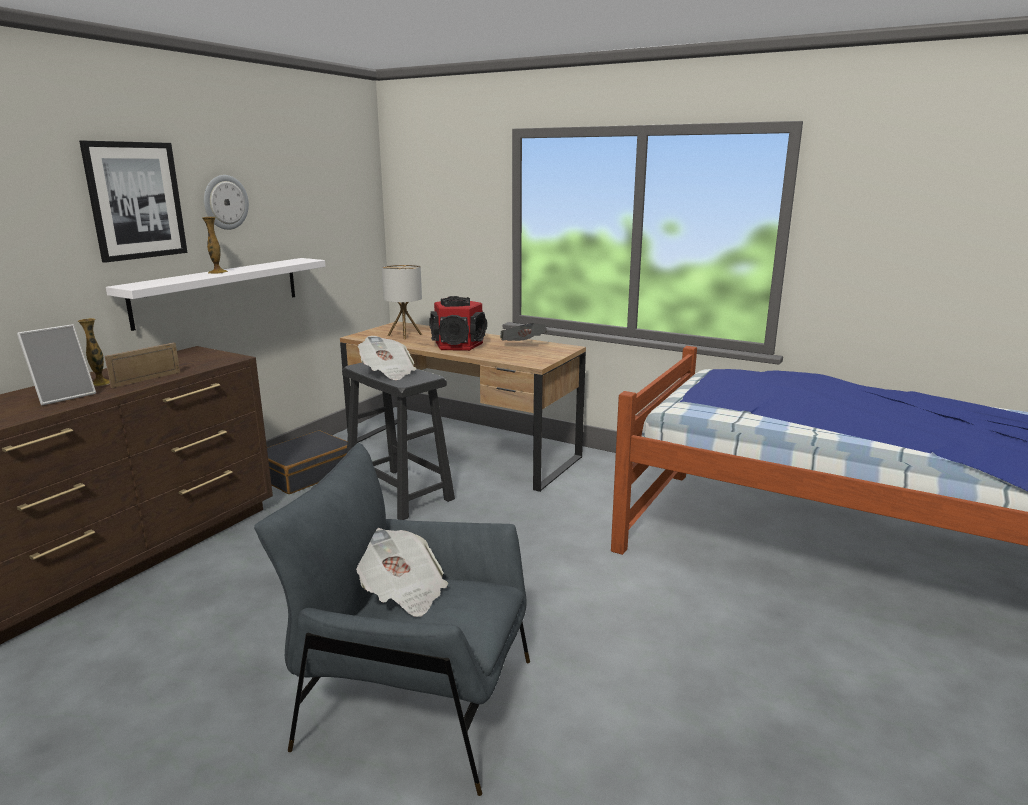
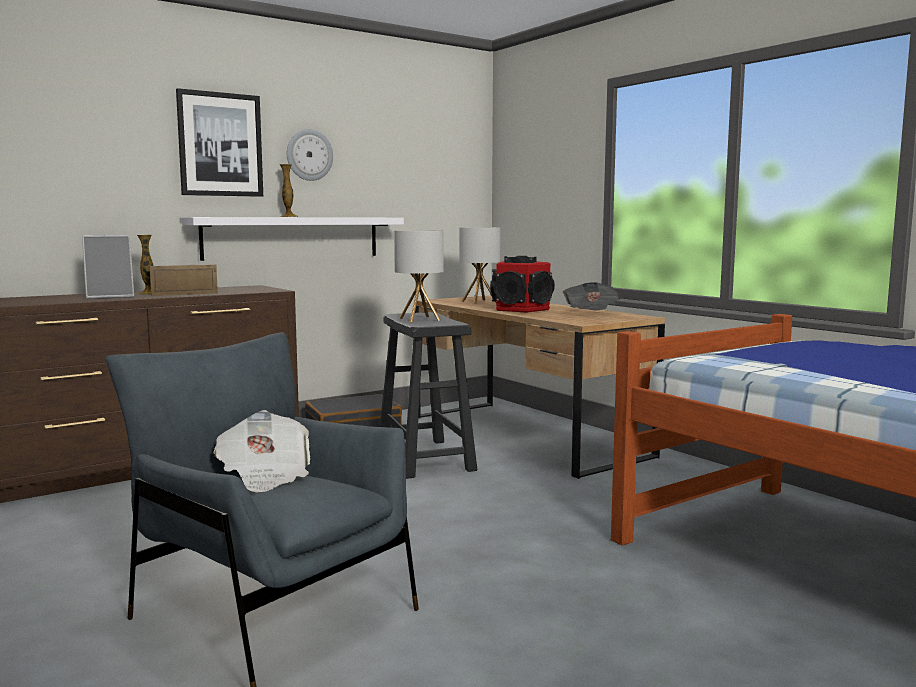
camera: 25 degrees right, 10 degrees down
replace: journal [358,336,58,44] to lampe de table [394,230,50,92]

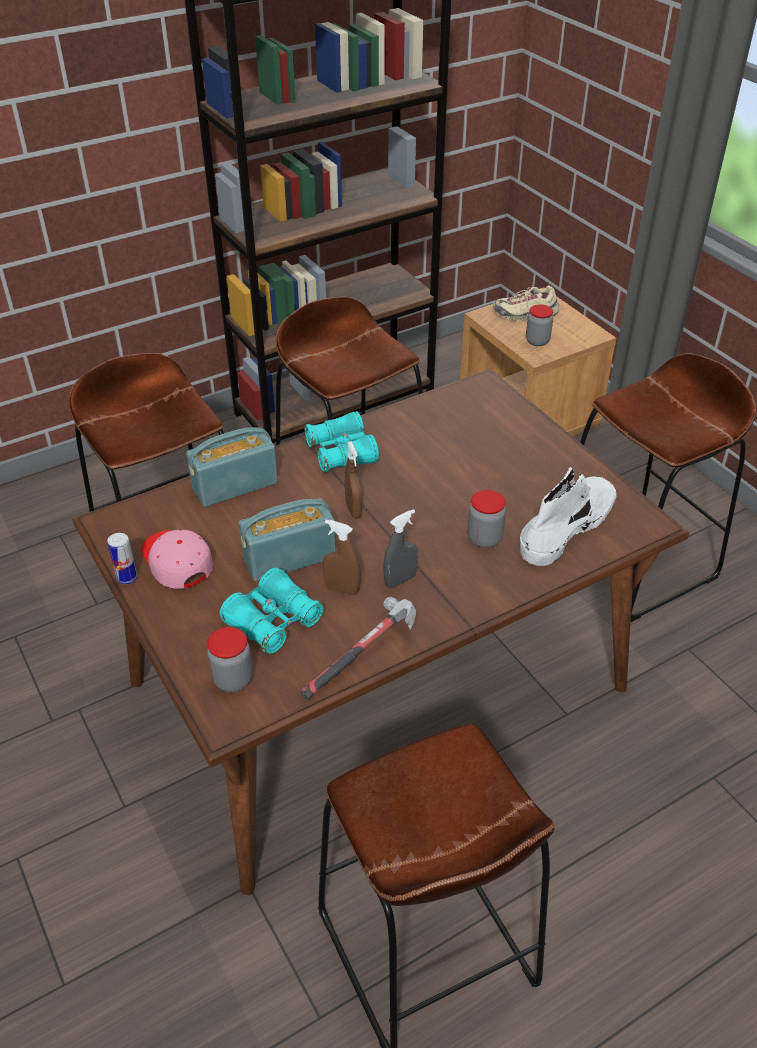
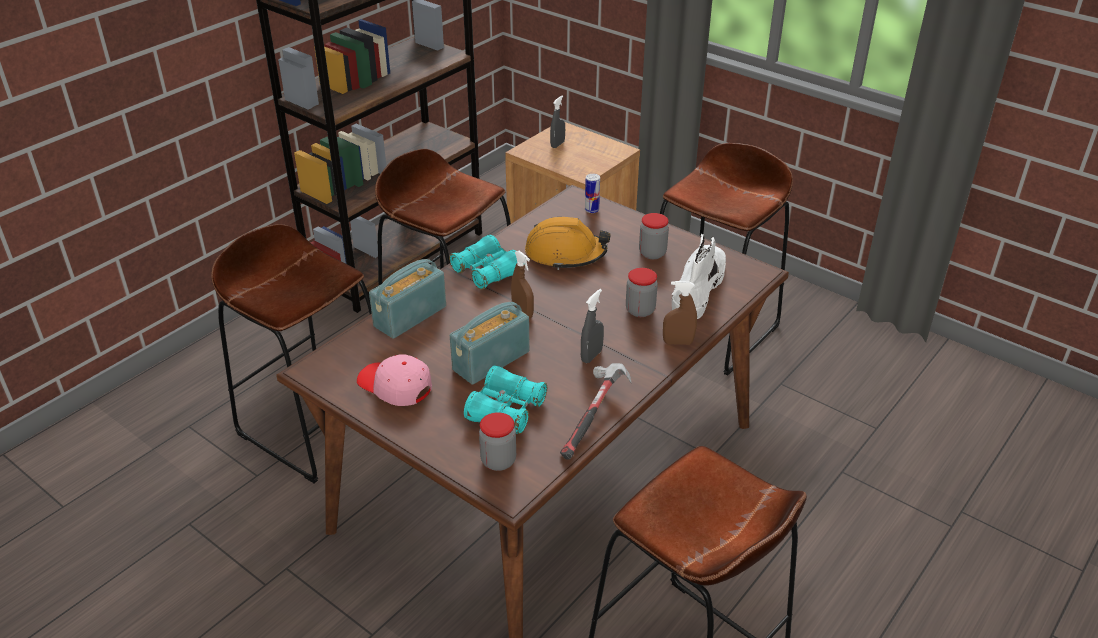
camera: 20 degrees left, 5 degrees down
insert: casque de chantier [orange] [525,217,86,53]
move: boîte métallique [107,533,30,51] to [585,174,15,39]; bocal [526,304,27,42] to [639,213,30,46]; vaporisateur [marron] [323,520,38,75] to [663,281,34,64]
replace: chaussure [beige] [493,285,67,36] to vaporisateur [gris] [550,96,15,52]

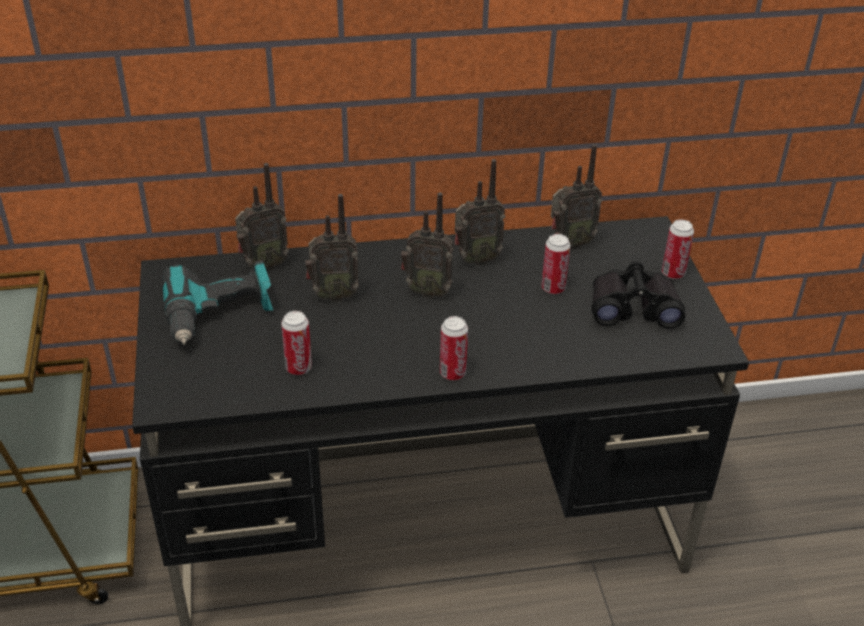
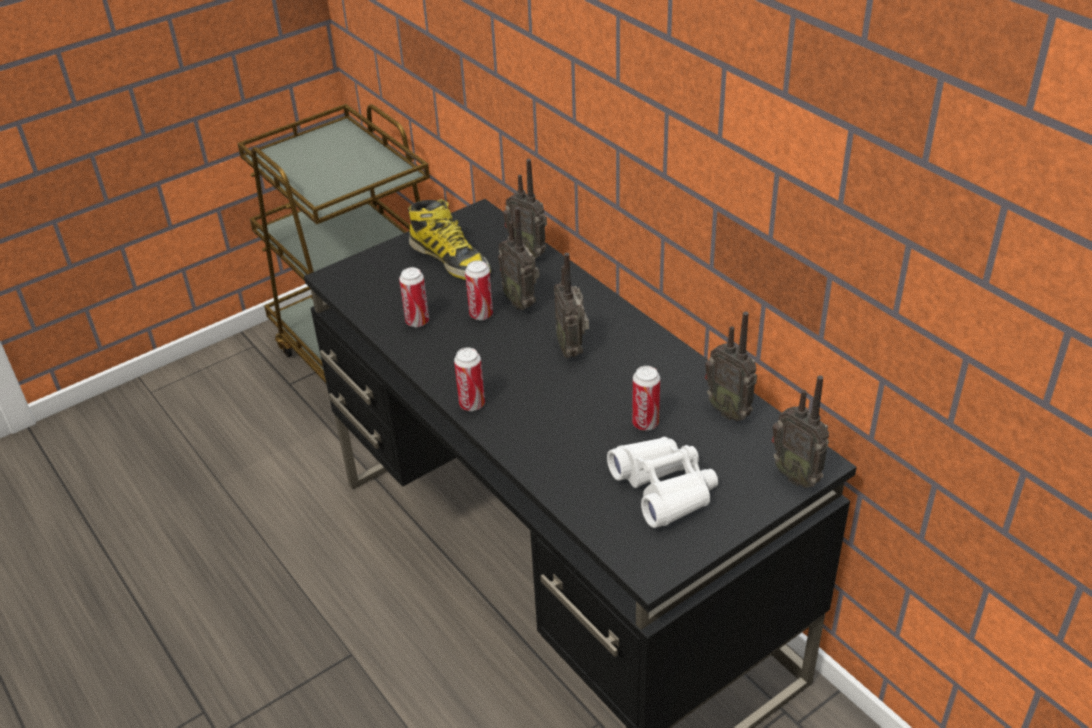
camera: 65 degrees right, 0 degrees up
move: boîte métallique [662,219,32,60] to [465,260,28,60]; radio [454,159,51,107] to [771,375,58,113]
replace: perceuse [161,260,112,85] to botte [408,199,83,81]
recolor: jumelles [noir] [592,261,93,68] to jumelles [blanc] [607,437,111,91]

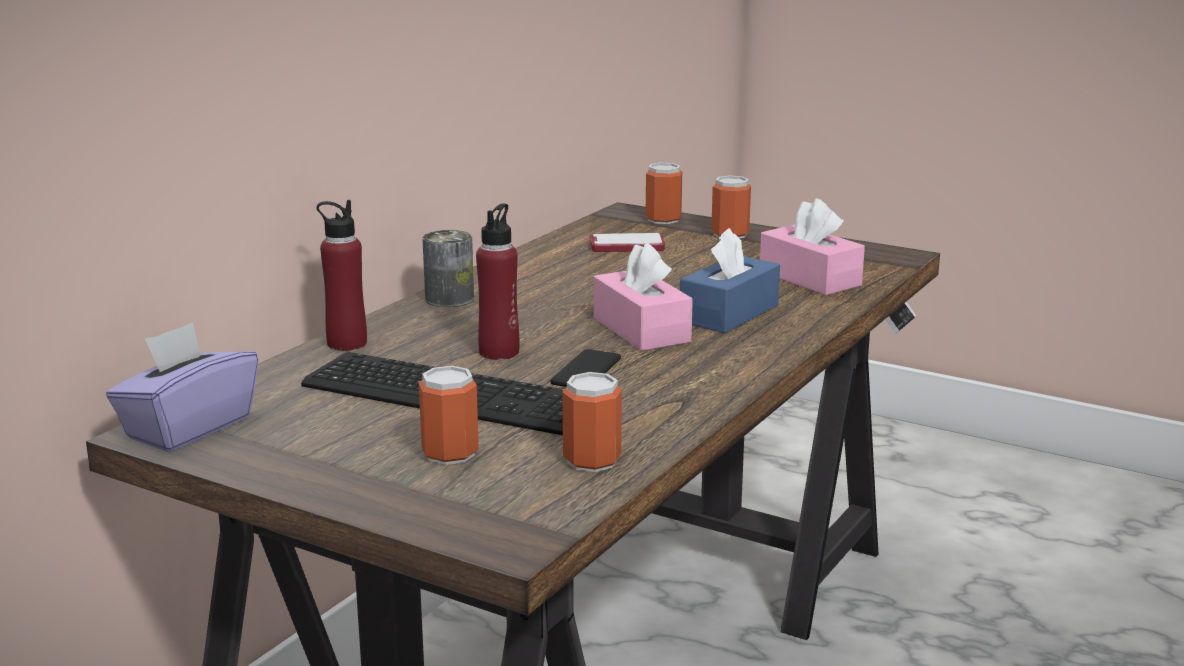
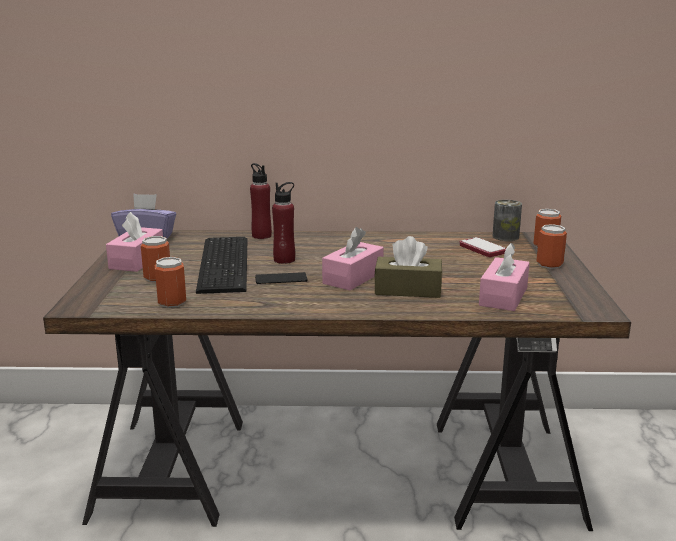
camera: 60 degrees right, 0 degrees up
insert: boîte à mouchoirs [rose] [106,212,57,60]
move: boîte métallique [422,230,52,77] to [492,200,30,41]
recolor: boîte à mouchoirs [bleu] [680,228,100,105] to boîte à mouchoirs [marron] [374,236,68,62]

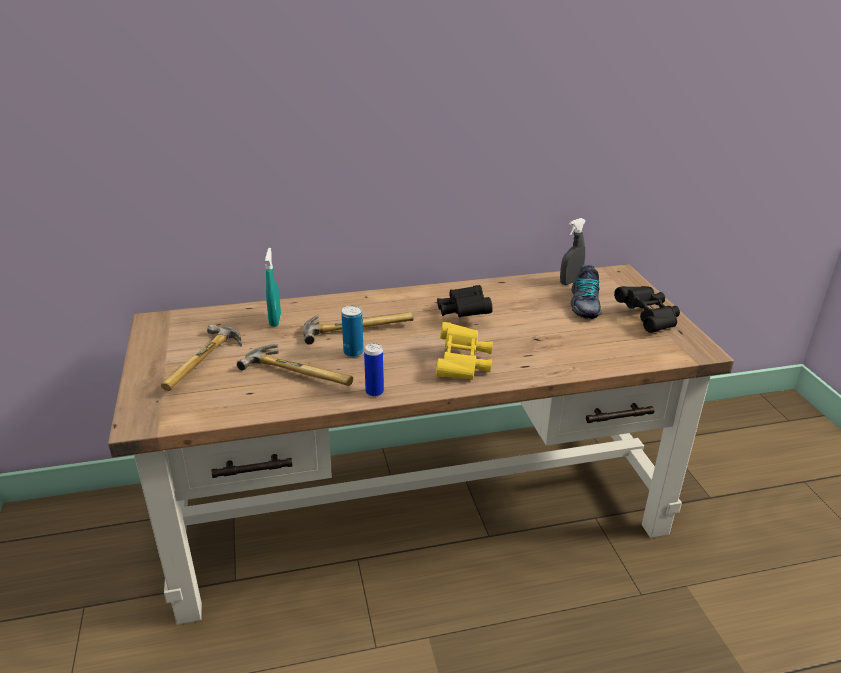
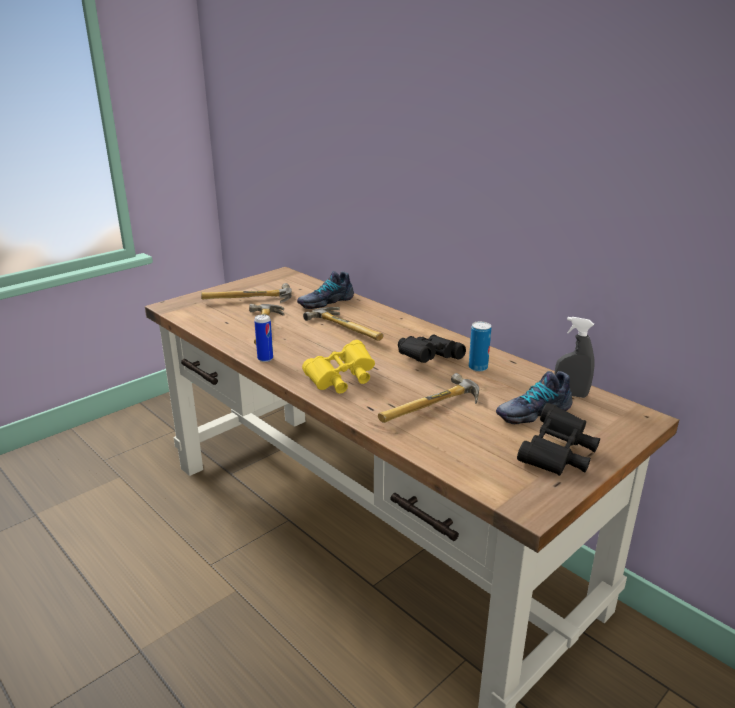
camera: 60 degrees right, 5 degrees down
insert: marteau [378,373,101,50]
move: boîte métallique [341,305,23,52] to [469,321,22,51]
replace: vaporisateur [turquoise] [265,248,16,79] to chaussure [297,271,57,38]

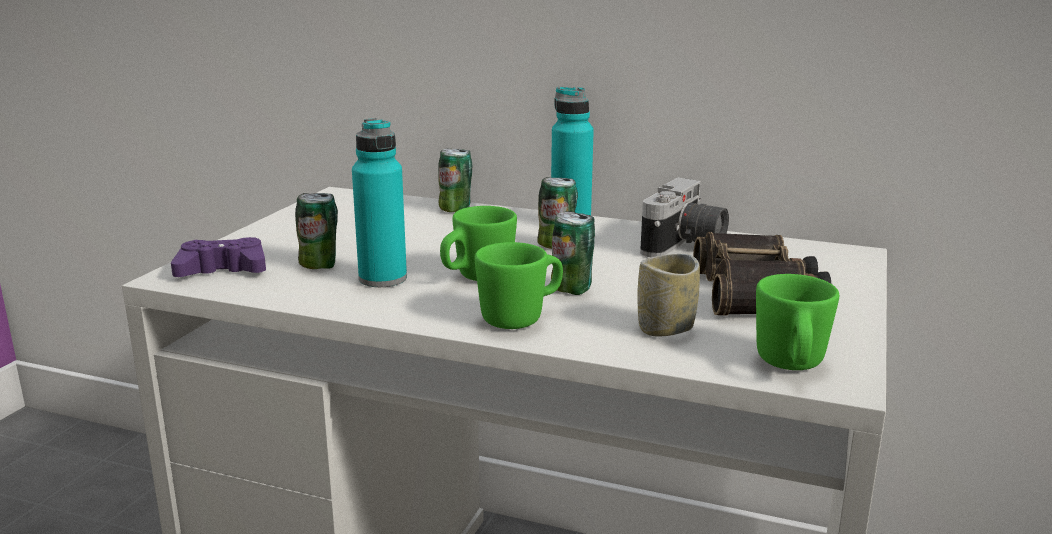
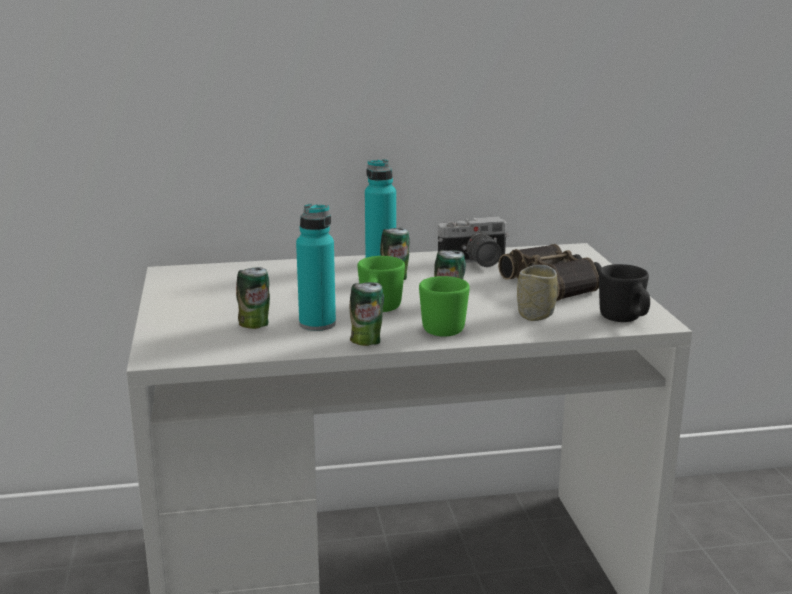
camera: 30 degrees left, 0 degrees up
delete: manette [violet] [171,237,95,40]
move: boîte métallique [438,148,34,64] to [350,282,34,64]
recolor: mug [vert] [756,274,83,96] to mug [noir] [599,264,51,58]
rotate: appareil photo [640,177,89,81] = [438,217,71,50] 75 degrees clockwise

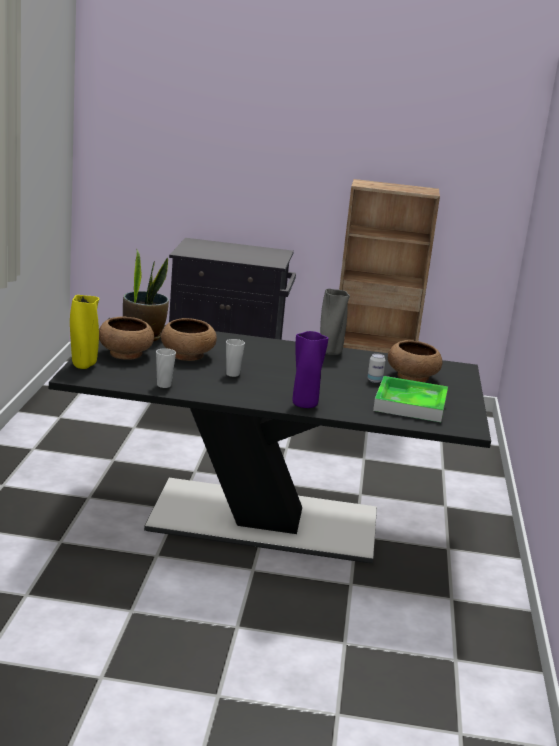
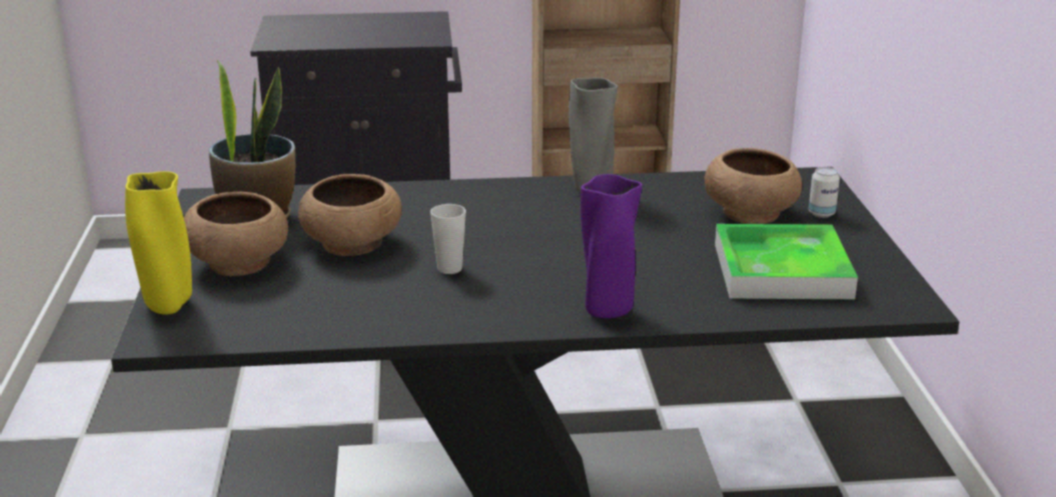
camera: 10 degrees left, 5 degrees up
delete: tasse [156,348,20,40]
move: boîte métallique [367,353,19,30] to [809,167,31,51]

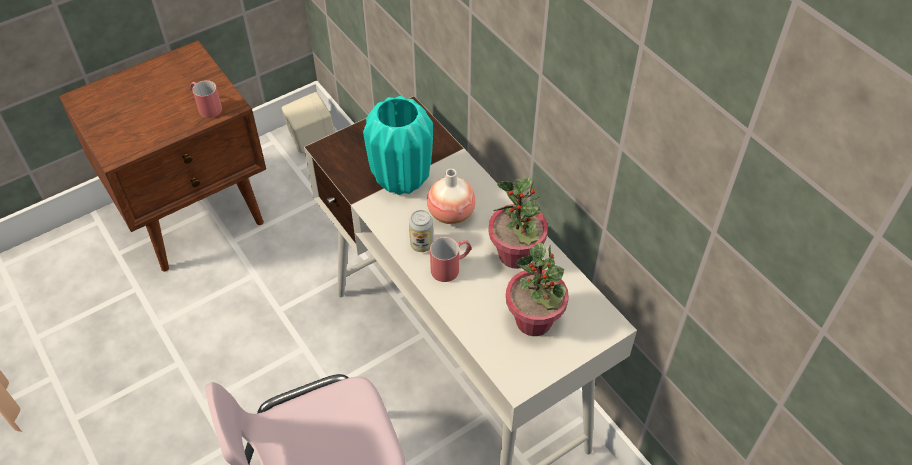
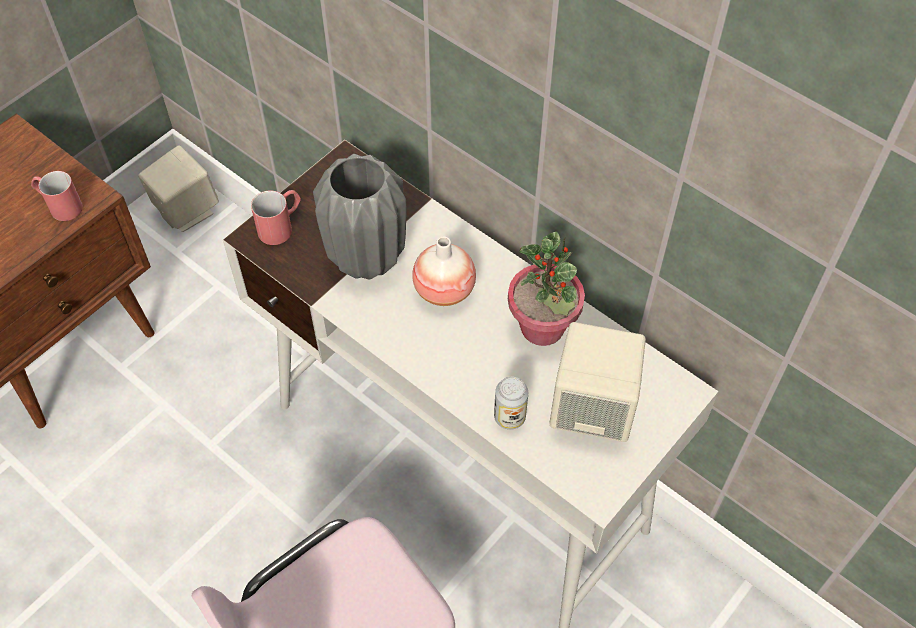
camera: 15 degrees left, 5 degrees up
move: mug [rouge] [430,237,42,45] to [251,190,50,55]; boîte métallique [409,210,25,42] to [494,376,34,54]
replace: plante en pot [506,242,63,94] to enceinte [beige] [549,322,97,120]
recolor: vase [turquoise] [363,96,70,99] to vase [gris] [313,154,94,126]

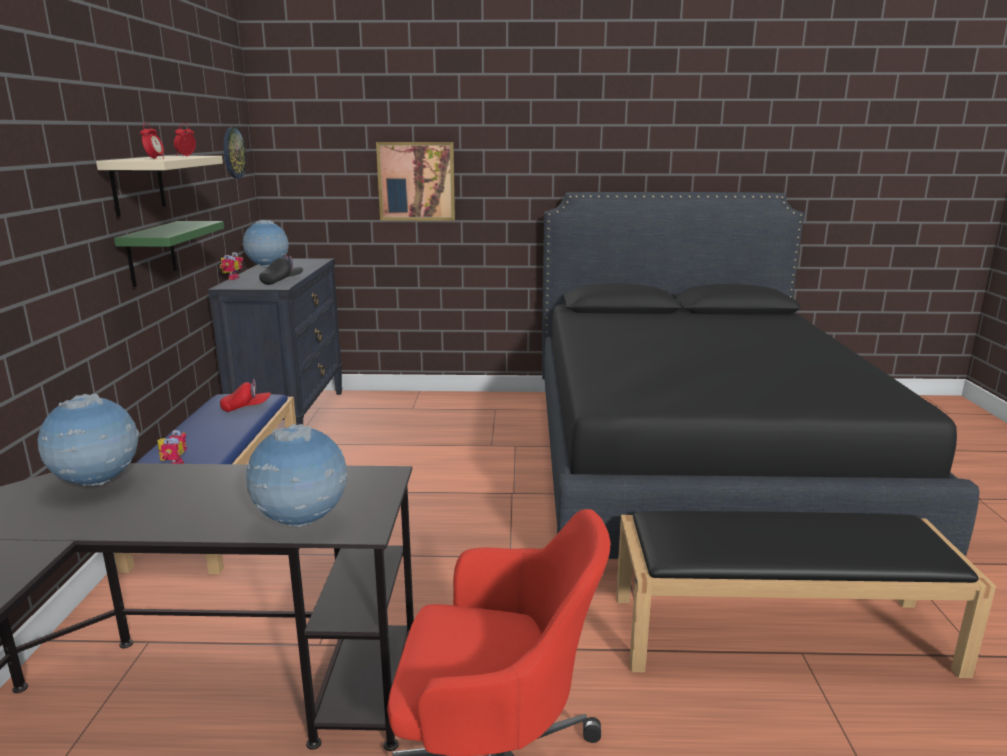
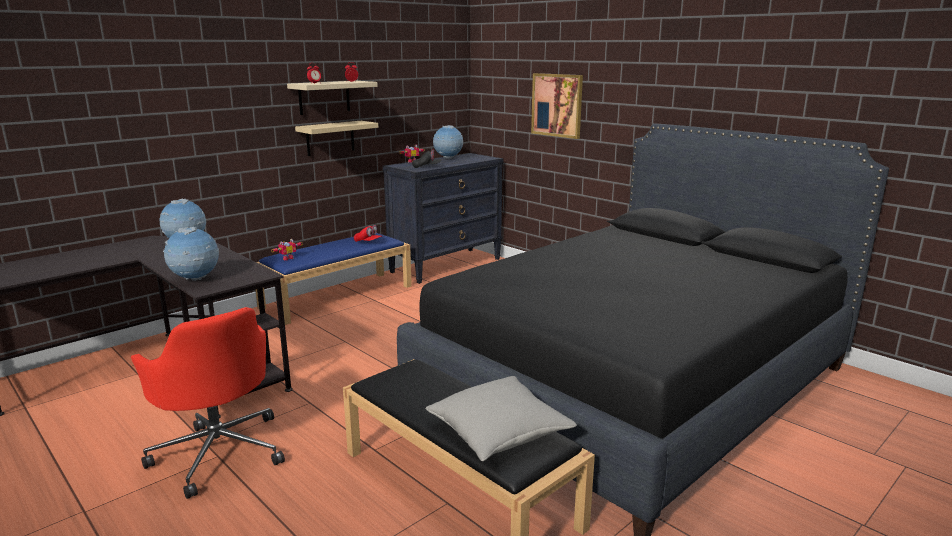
camera: 45 degrees right, 0 degrees up
delete: horloge murale [223,128,23,50]
insert: coussin [gris] [425,376,152,85]
recolor: étagère [vert] [114,221,110,66] to étagère [beige] [295,121,83,35]

